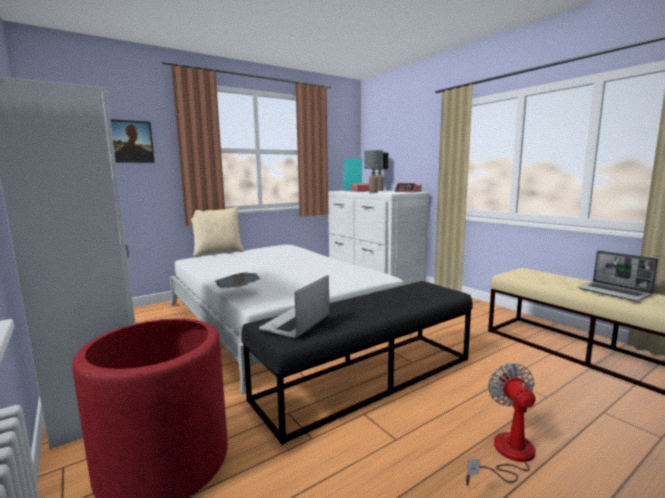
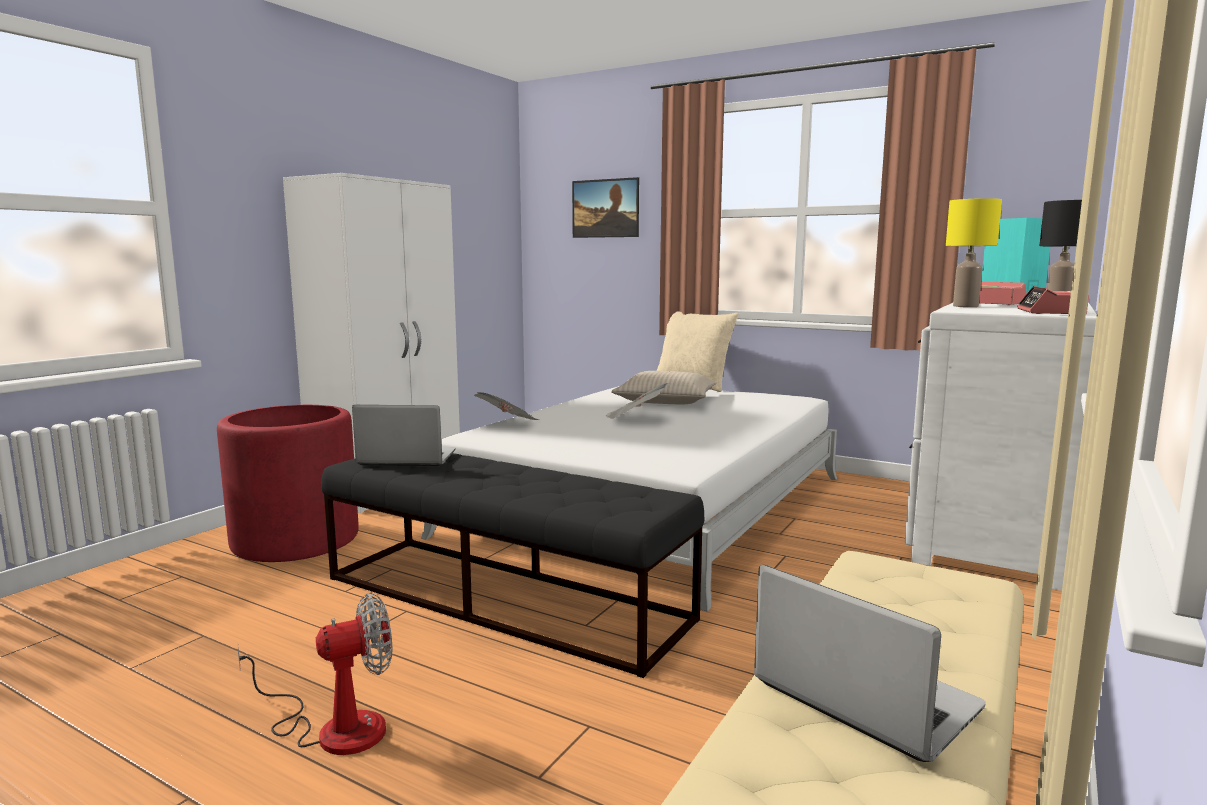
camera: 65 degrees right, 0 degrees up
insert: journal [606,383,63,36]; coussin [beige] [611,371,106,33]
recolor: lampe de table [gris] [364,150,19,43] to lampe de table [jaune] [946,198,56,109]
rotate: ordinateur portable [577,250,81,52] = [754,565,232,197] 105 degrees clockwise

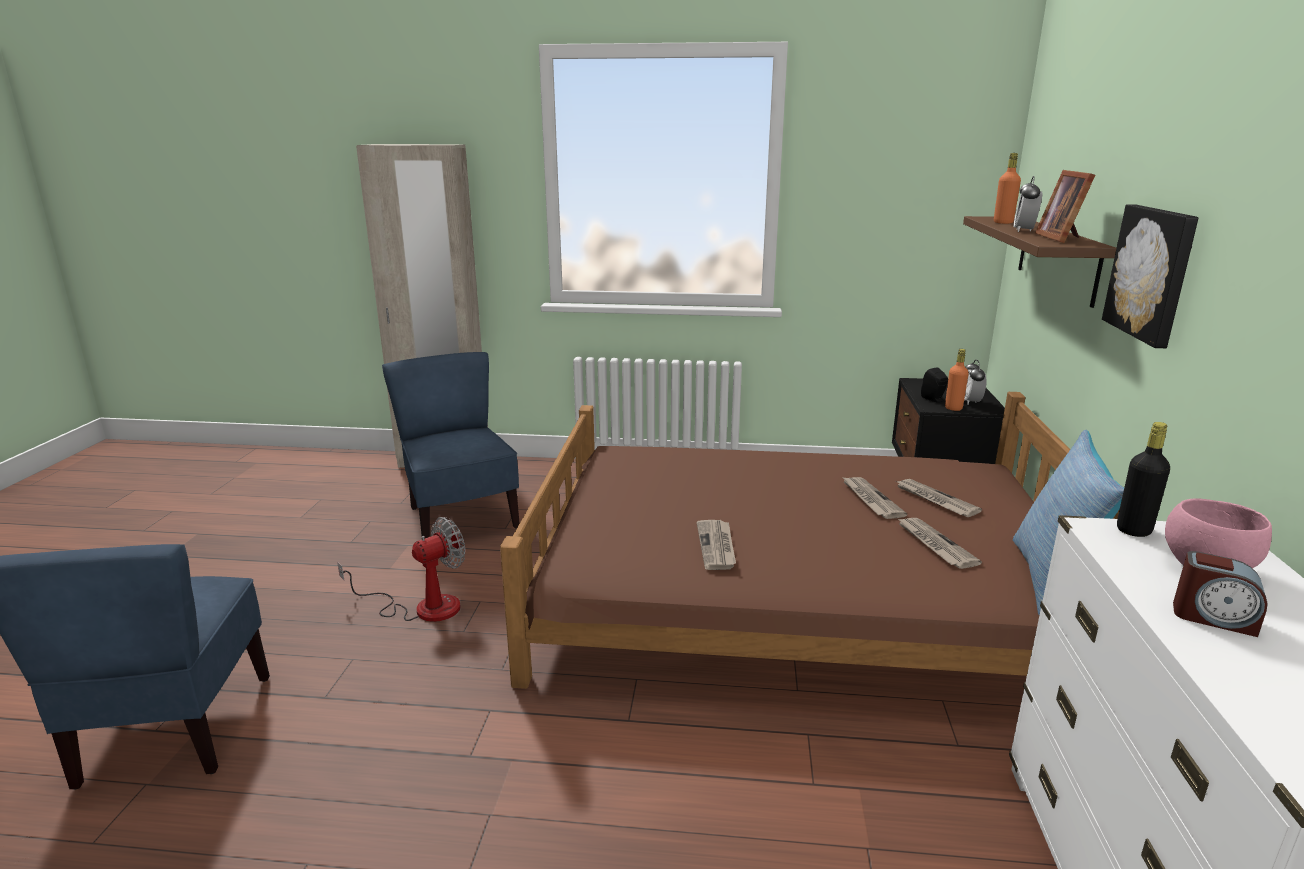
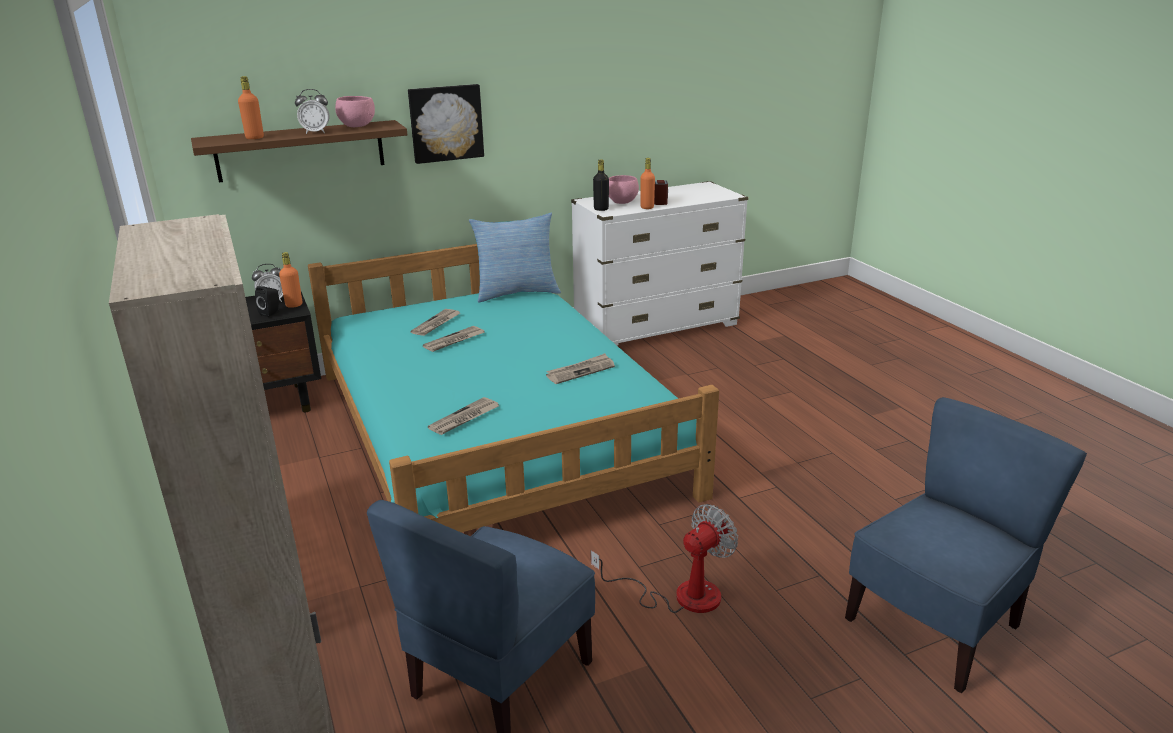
camera: 120 degrees left, 5 degrees up
insert: bouteille [orange] [640,158,15,51]
move: journal [897,518,85,51] to [428,397,71,38]
replace: cadre photo [1035,170,60,73] to bol [rose] [335,96,40,31]
recolor: lit [marron] [500,392,620,297] to lit [turquoise] [308,244,411,289]
rotate: ventilateur [337,517,128,105] = [591,504,147,109] 120 degrees clockwise

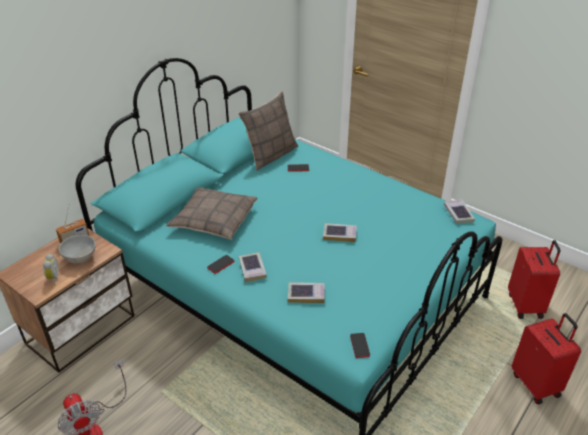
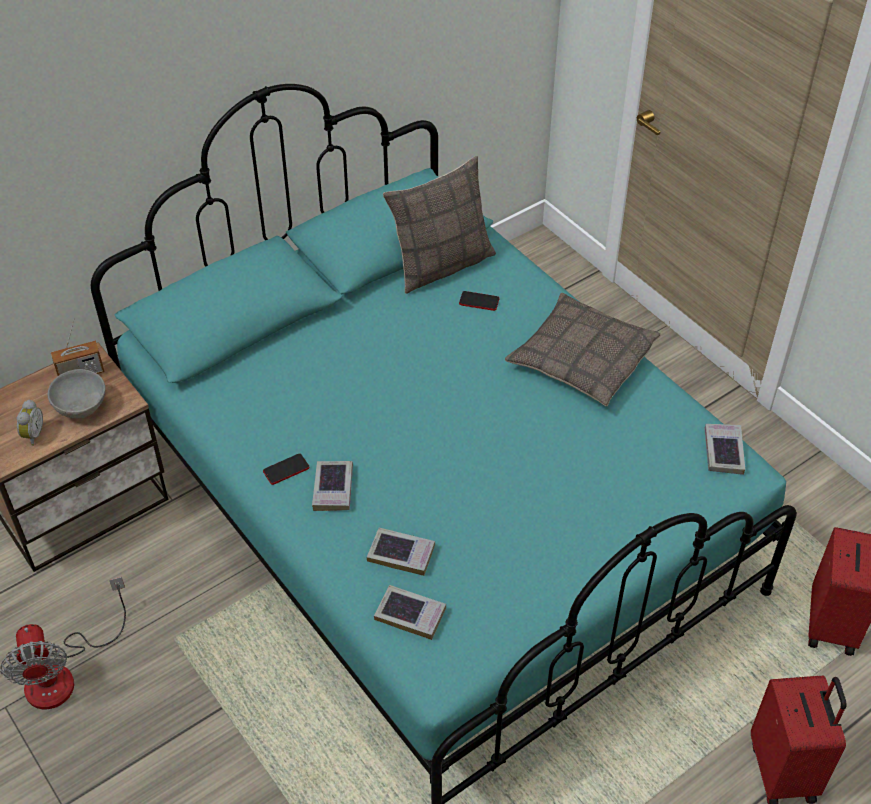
camera: 15 degrees right, 10 degrees up
delete: téléphone [350,333,20,25]
move: livre [323,223,34,19] to [374,585,72,55]; coussin [166,187,91,53] to [505,292,155,114]

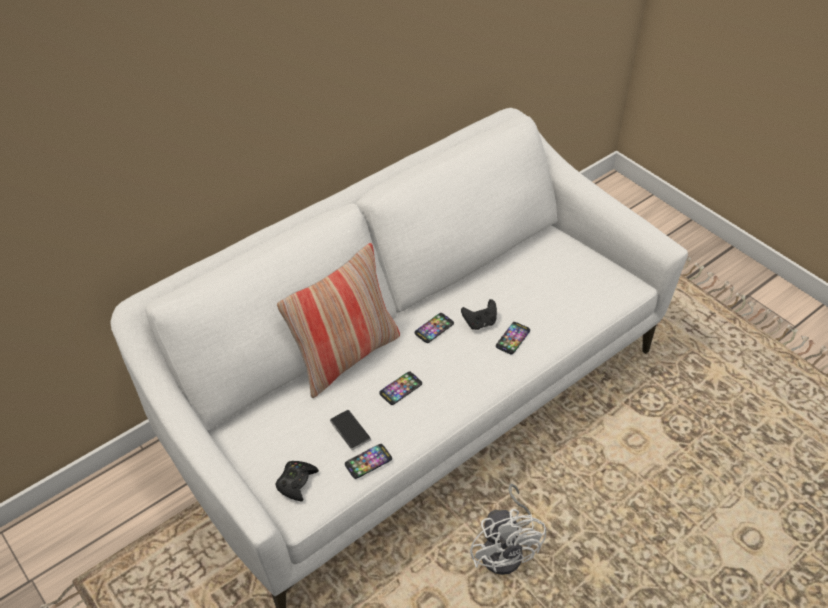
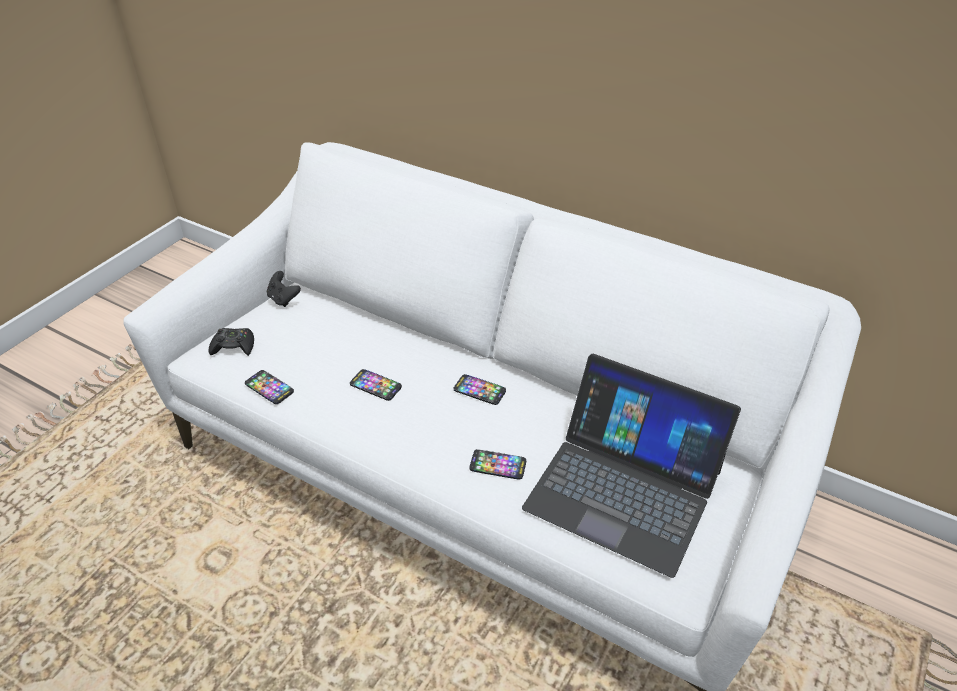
camera: 70 degrees right, 5 degrees down
delete: coussin [277,243,123,155]; téléphone [330,410,41,40]; ventilateur [blanc] [470,484,76,91]
insert: ordinateur portable [522,354,219,224]
move: manette [noir] [461,299,36,31] to [267,271,34,36]

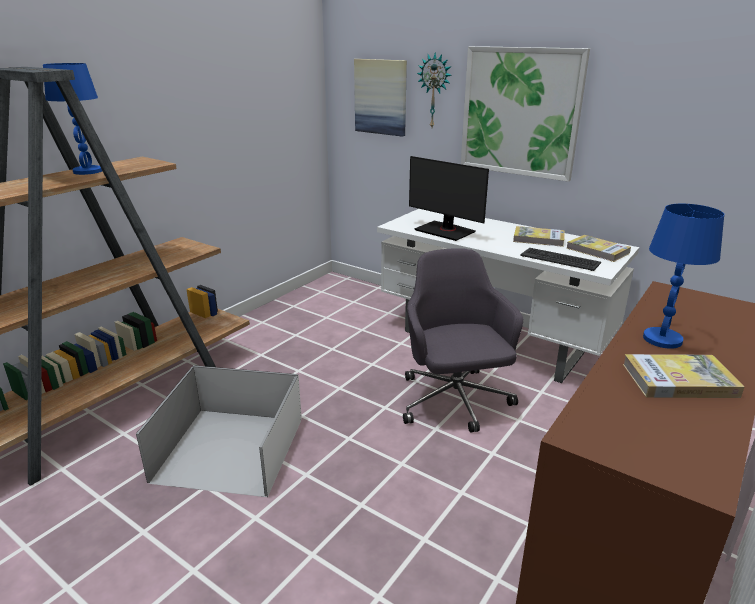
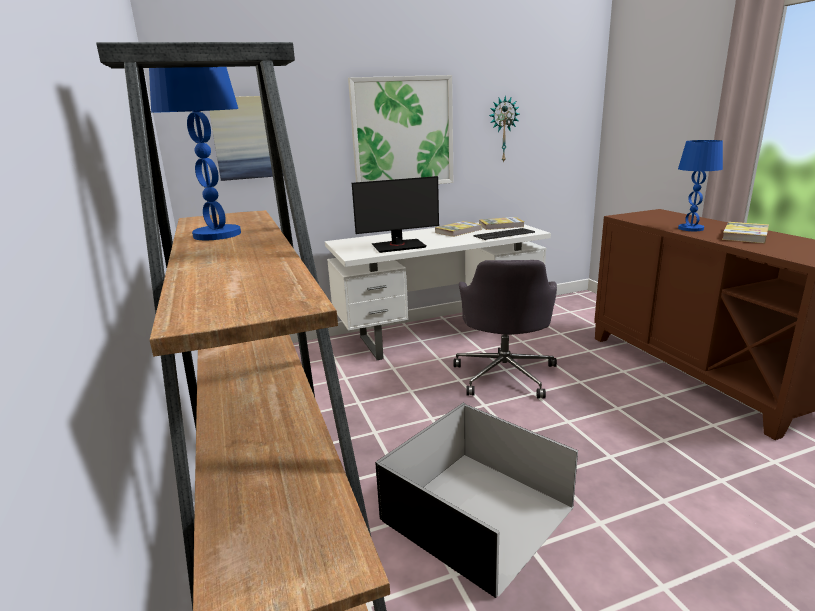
camera: 55 degrees left, 5 degrees down
move: horloge murale [417,53,34,74] to [489,96,30,67]
recolor: boîte de rangement [blanc] [136,365,166,132] to boîte de rangement [noir] [375,403,203,195]
rotate: chaise de bureau [gris] [403,248,120,185] = [454,260,103,139] 105 degrees counterclockwise

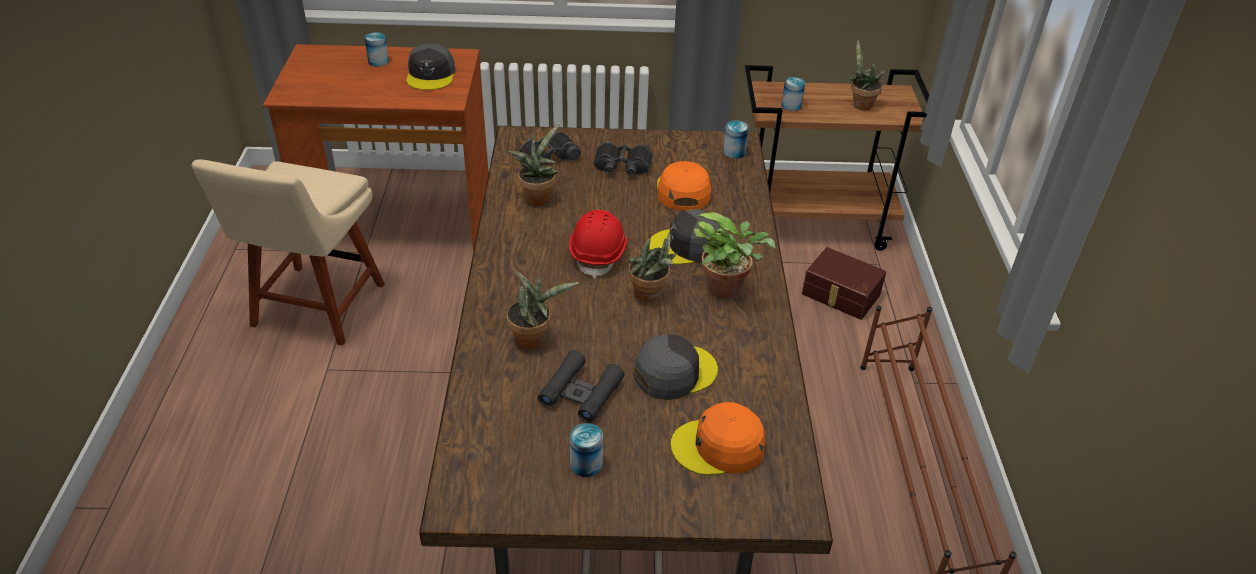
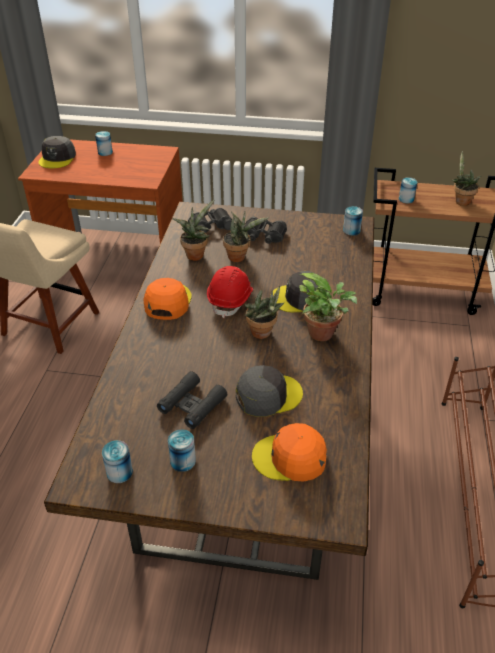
camera: 10 degrees right, 0 degrees up
delete: boîte de rangement [marron] [802,247,84,73]
insert: boîte métallique [102,440,31,43]
move: casquette [gris] [407,44,48,46] to [38,136,38,32]; casquette [orange] [657,161,54,49] to [143,278,49,42]; plante en pot [507,271,72,78] to [223,212,46,50]

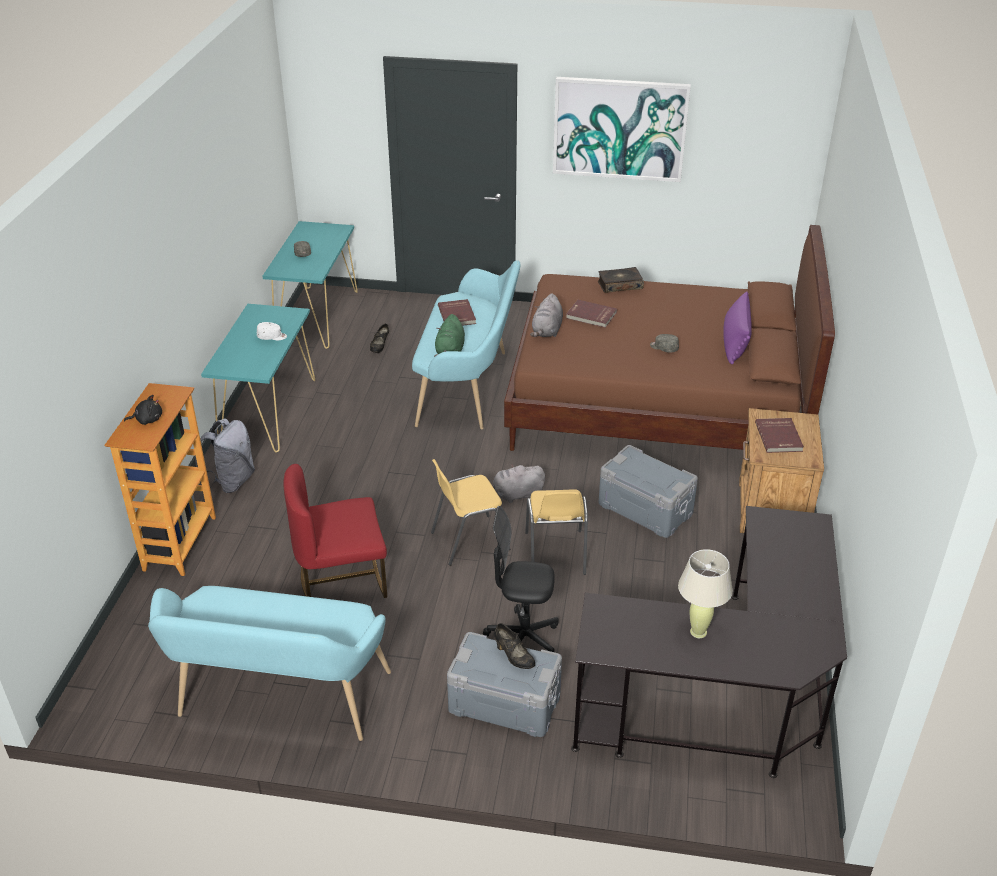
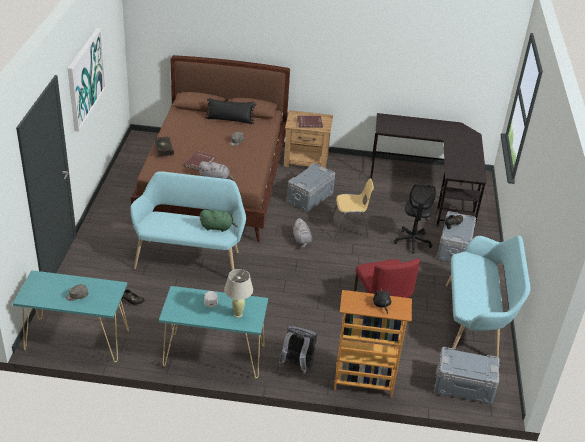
camera: 95 degrees left, 0 degrees up
delete: chaise [jaune] [431,459,79,107]; livre [rouge] [438,299,38,27]
insert: boîte de rangement [gris] [434,347,66,57]
move: lampe de table [beige] [678,549,55,89] to [224,269,29,49]
recolor: coussin [violet] [723,292,29,72] to coussin [noir] [205,98,51,26]

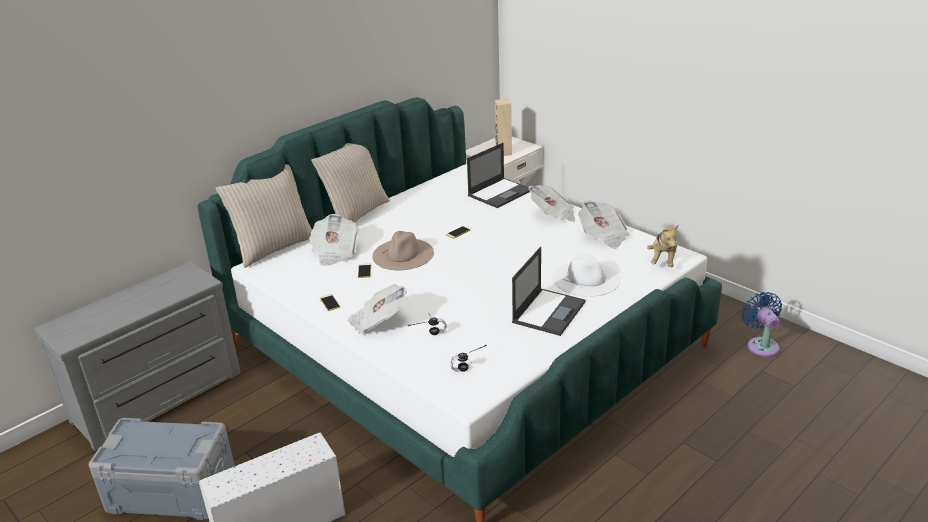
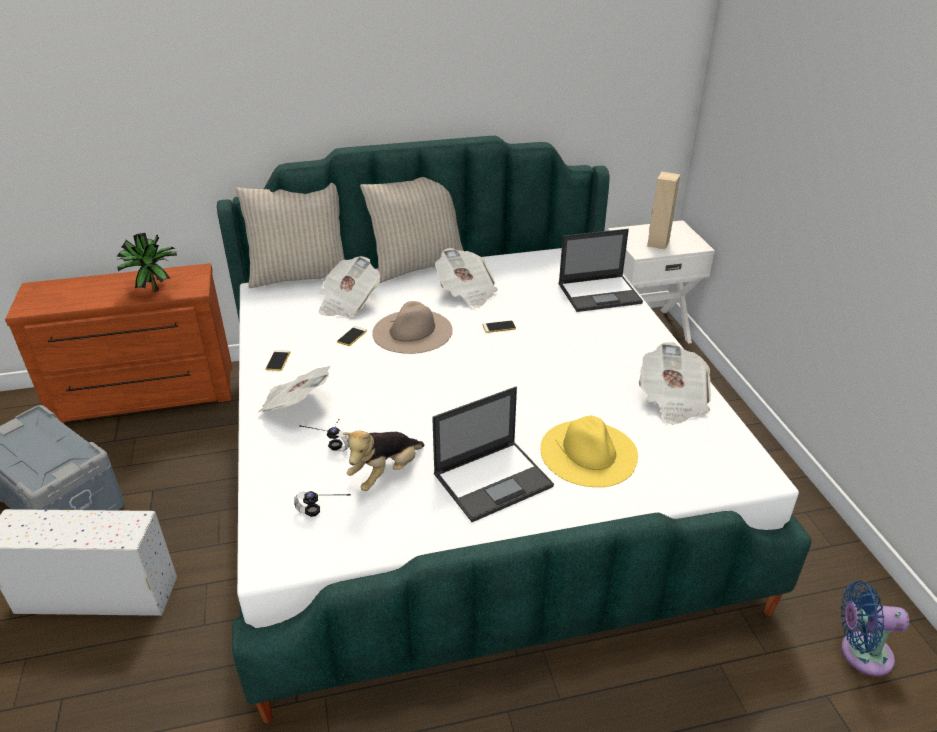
camera: 30 degrees right, 5 degrees up
insert: plante en pot [117,233,60,59]
move: peluche [647,224,32,43] to [343,431,81,60]; journal [529,185,46,37] to [435,248,63,60]
recolor: commode [gris] [34,262,207,189] to commode [marron] [5,263,227,160]; chapeau [blanc] [553,254,67,43] to chapeau [jaune] [541,416,97,71]
rotate: ventilateur [bleu] [742,292,40,65] = [841,581,68,95] 105 degrees counterclockwise

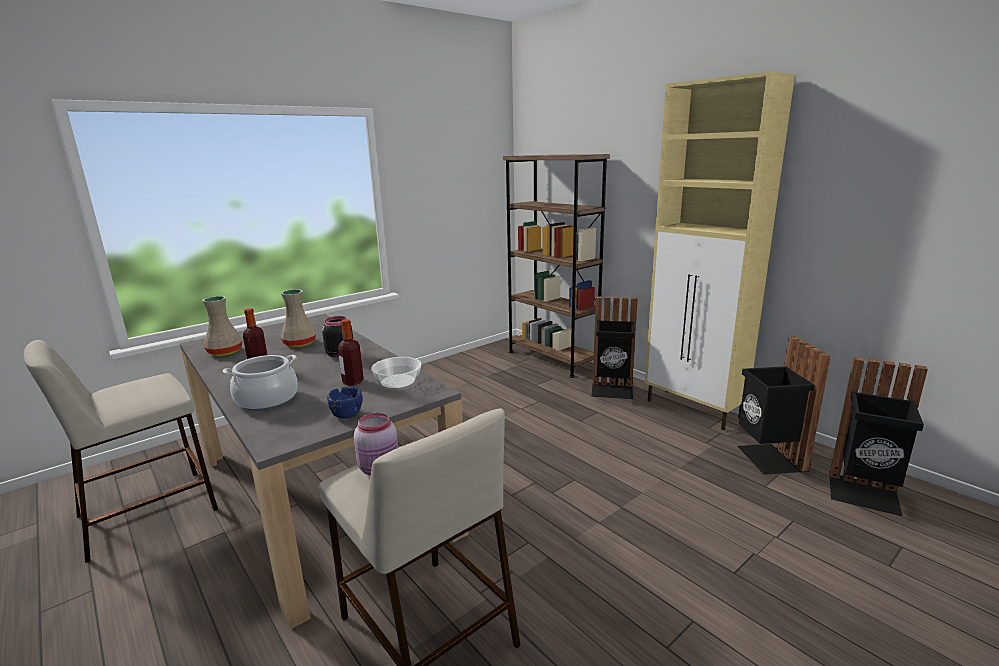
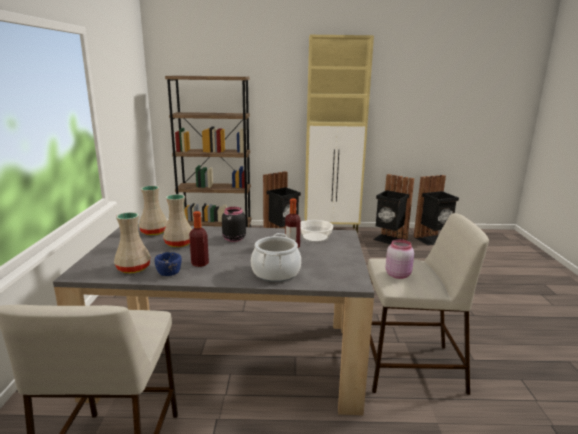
camera: 50 degrees left, 0 degrees up
insert: vase [beige] [139,186,29,49]
move: bol [bleu] [327,387,36,32] to [155,252,27,24]

